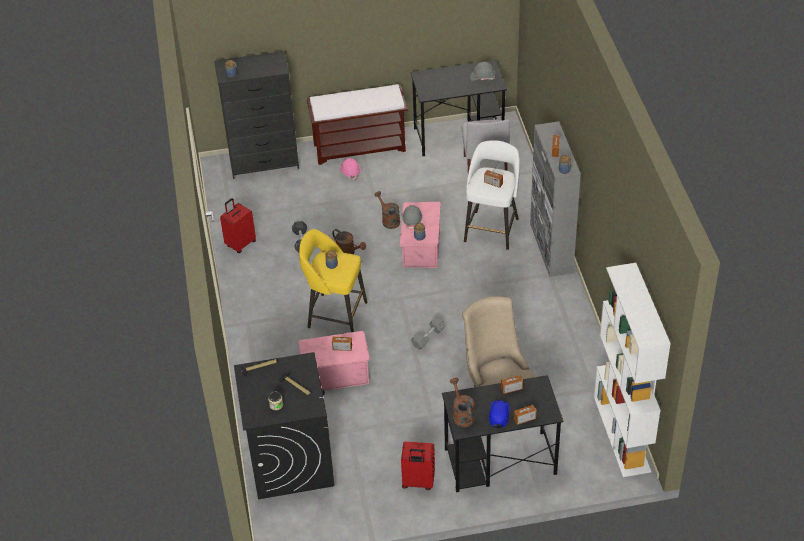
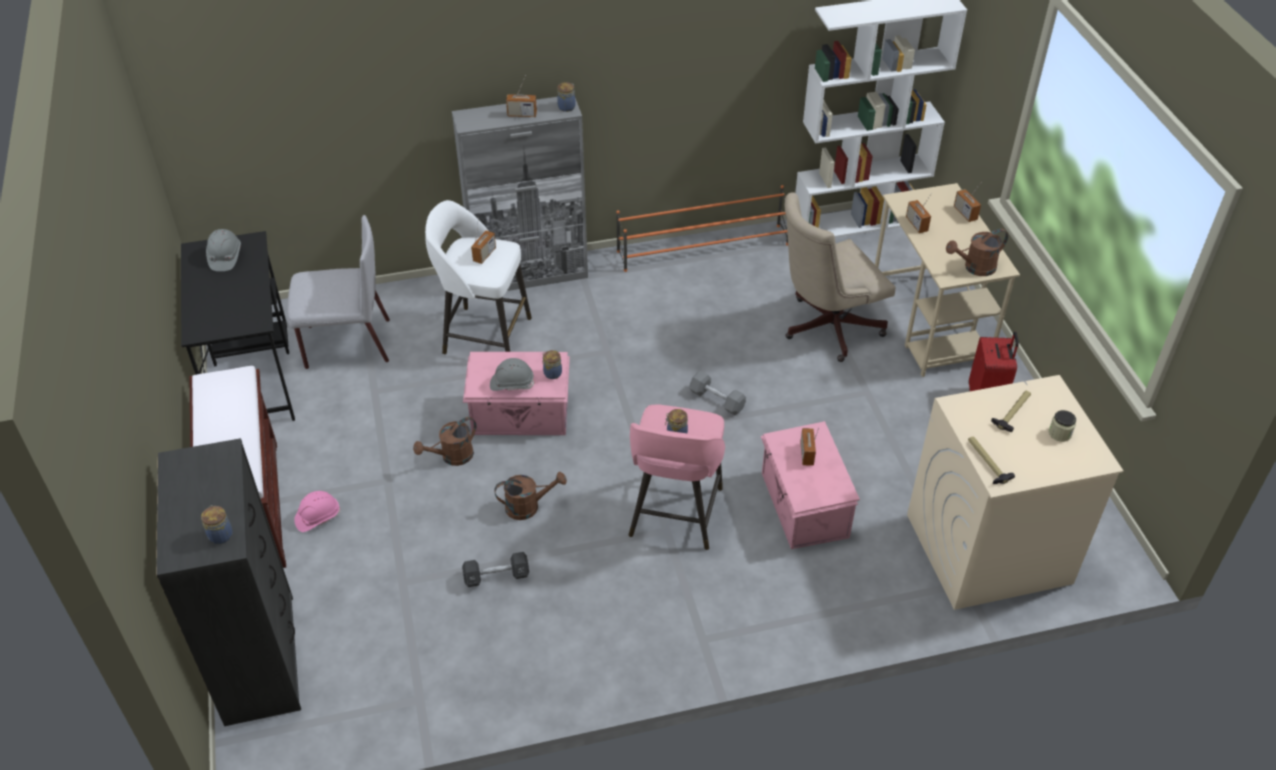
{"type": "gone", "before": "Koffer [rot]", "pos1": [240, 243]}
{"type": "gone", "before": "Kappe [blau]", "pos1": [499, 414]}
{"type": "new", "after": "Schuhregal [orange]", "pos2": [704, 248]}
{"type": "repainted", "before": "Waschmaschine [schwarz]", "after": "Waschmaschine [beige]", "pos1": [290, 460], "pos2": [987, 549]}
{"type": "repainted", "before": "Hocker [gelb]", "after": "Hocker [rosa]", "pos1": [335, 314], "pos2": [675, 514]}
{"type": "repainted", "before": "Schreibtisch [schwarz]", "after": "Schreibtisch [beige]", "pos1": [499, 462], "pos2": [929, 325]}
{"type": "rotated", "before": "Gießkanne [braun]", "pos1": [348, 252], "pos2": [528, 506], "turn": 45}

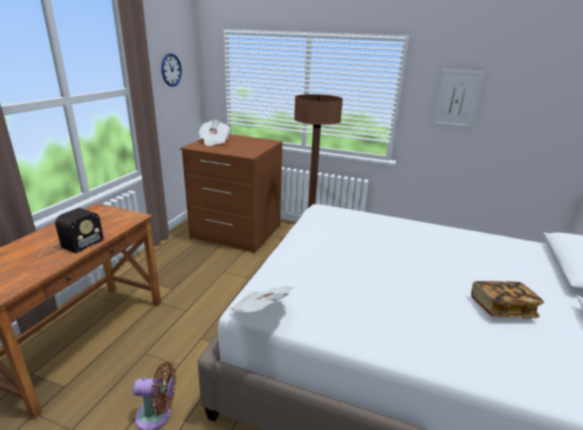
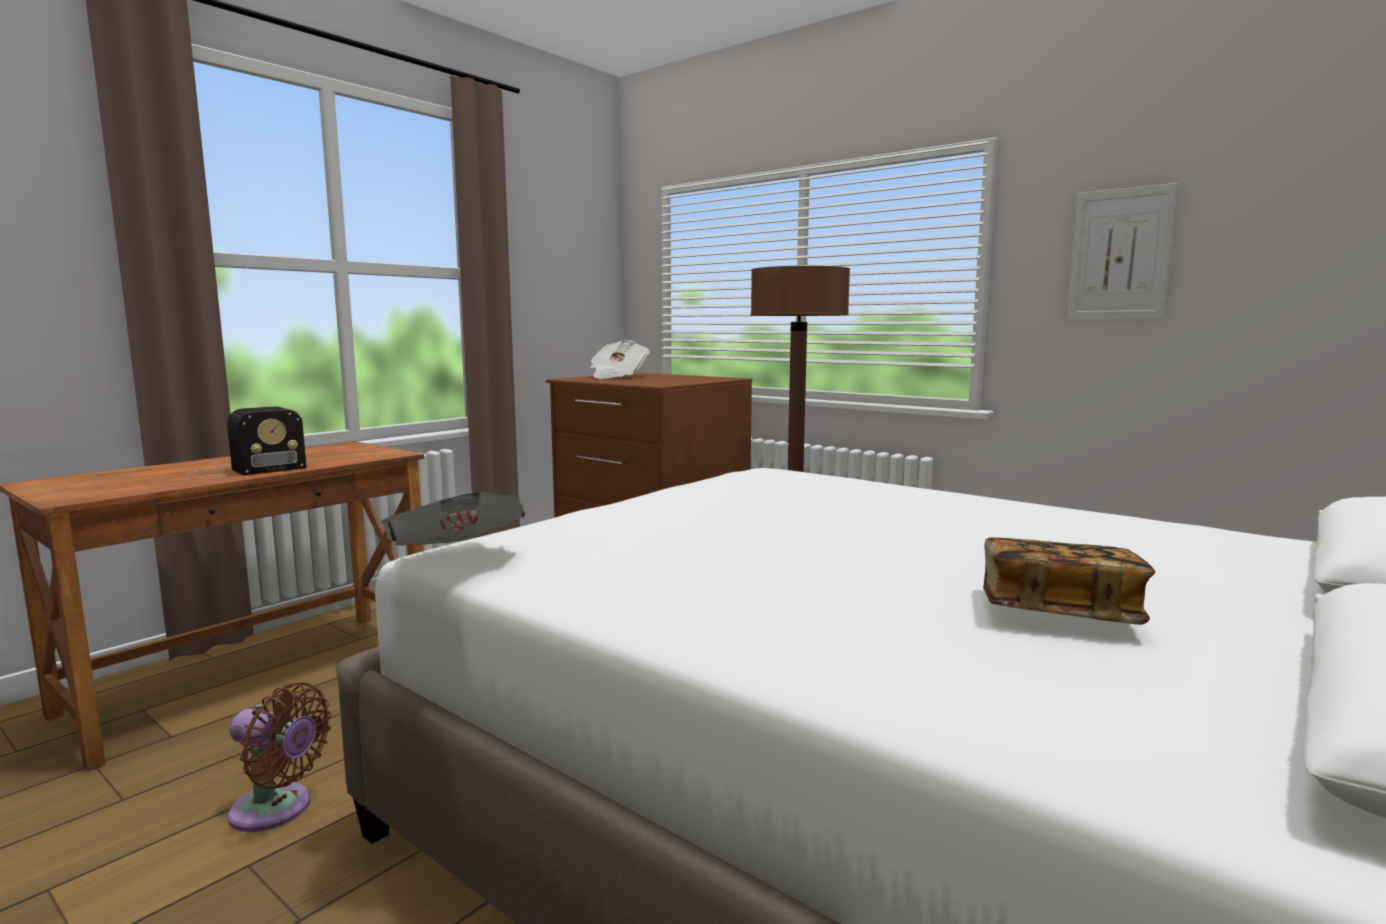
{"type": "gone", "before": "Wanduhr", "pos1": [171, 70]}

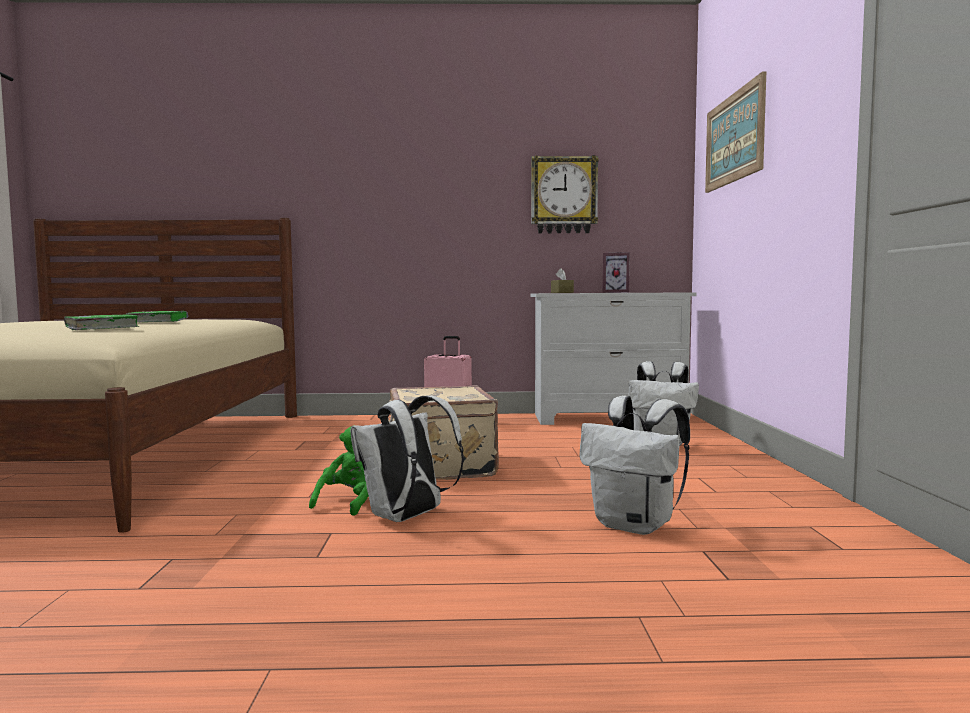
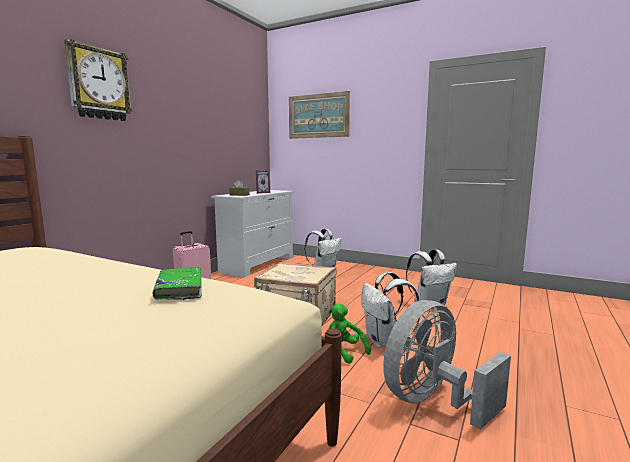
{"type": "gone", "before": "Buch [grün]", "pos1": [158, 322]}
{"type": "new", "after": "Ventilator [grau]", "pos2": [433, 401]}
{"type": "shifted", "before": "Wanduhr", "pos1": [563, 195], "pos2": [98, 84]}

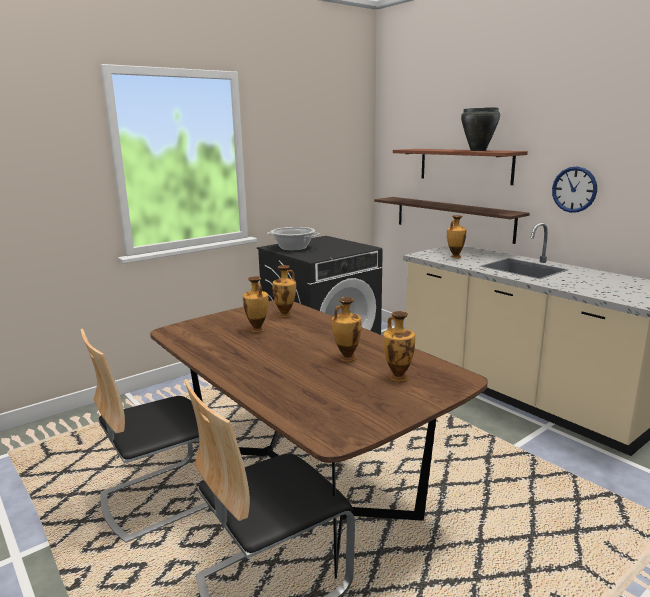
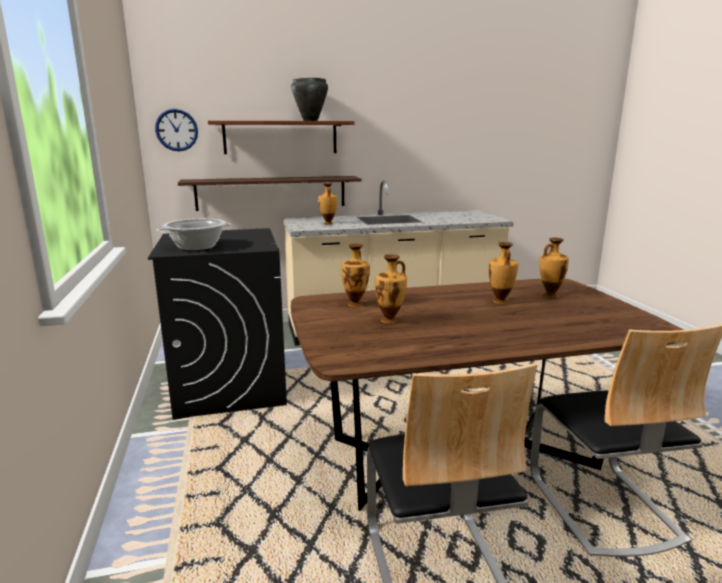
{"type": "shifted", "before": "Wanduhr", "pos1": [574, 189], "pos2": [176, 130]}

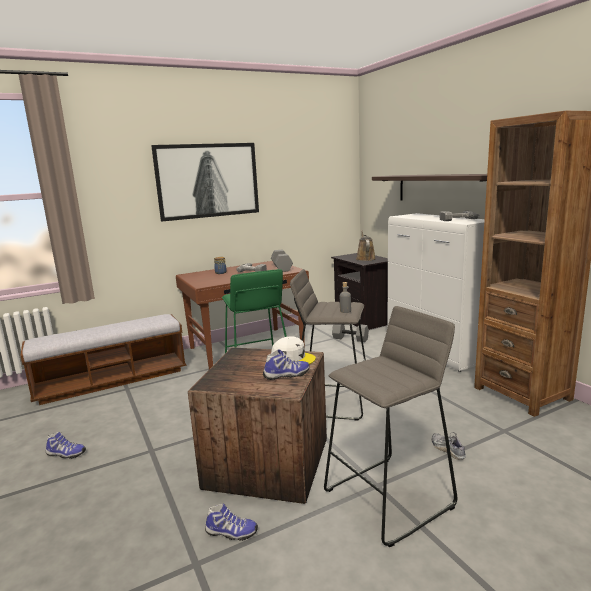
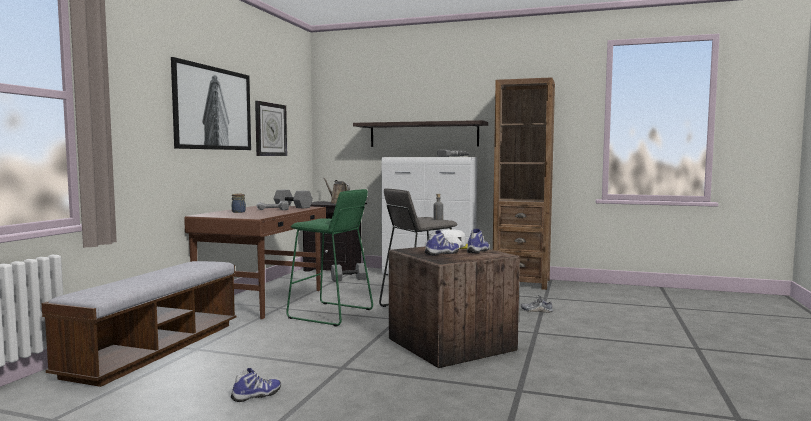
{"type": "gone", "before": "Hocker [grau]", "pos1": [389, 498]}
{"type": "new", "after": "Wanduhr", "pos2": [270, 129]}
{"type": "shifted", "before": "Schuh", "pos1": [231, 533], "pos2": [442, 253]}

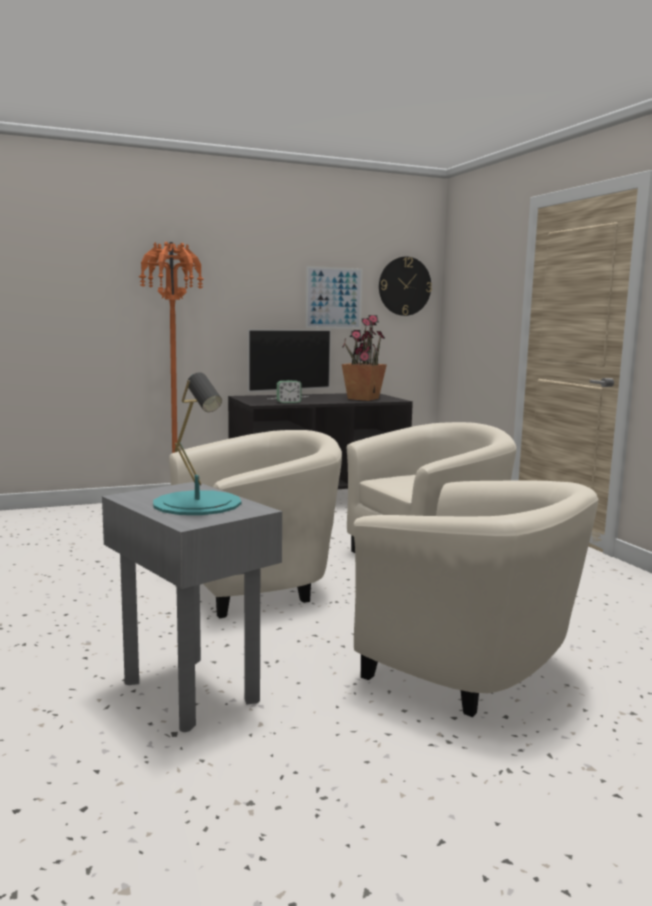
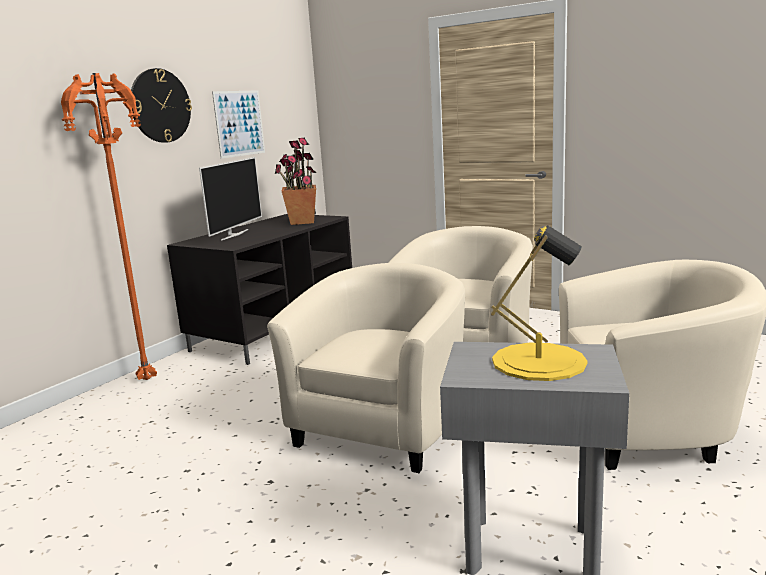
{"type": "gone", "before": "Wecker", "pos1": [288, 402]}
{"type": "shifted", "before": "Wanduhr", "pos1": [404, 286], "pos2": [160, 106]}
{"type": "repainted", "before": "Tischlampe [türkis]", "after": "Tischlampe [gelb]", "pos1": [197, 503], "pos2": [539, 361]}

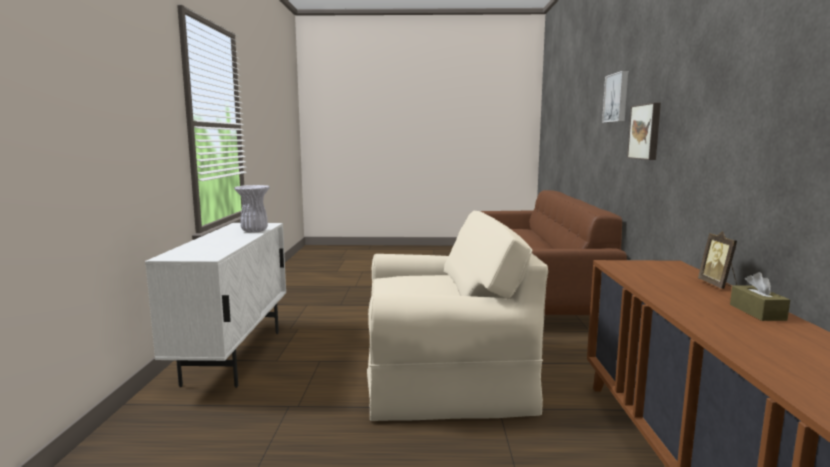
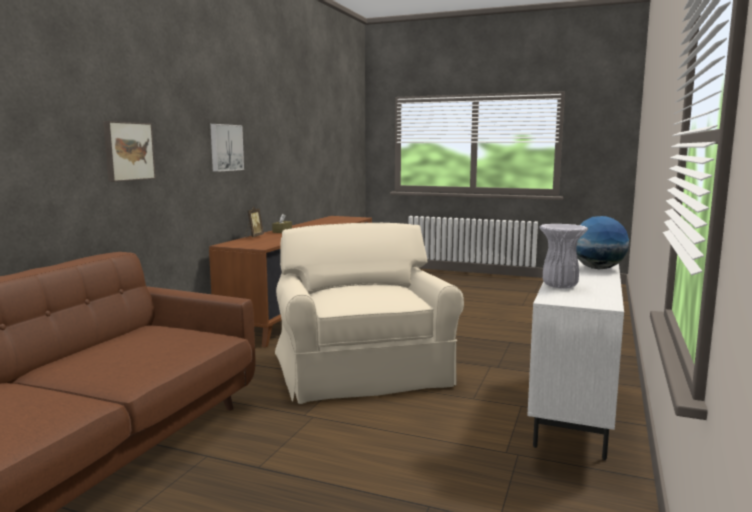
{"type": "new", "after": "Globus", "pos2": [598, 268]}
{"type": "shifted", "before": "Bild", "pos1": [617, 98], "pos2": [225, 147]}
{"type": "rotated", "before": "Sessel [beige]", "pos1": [444, 375], "pos2": [362, 369], "turn": 60}

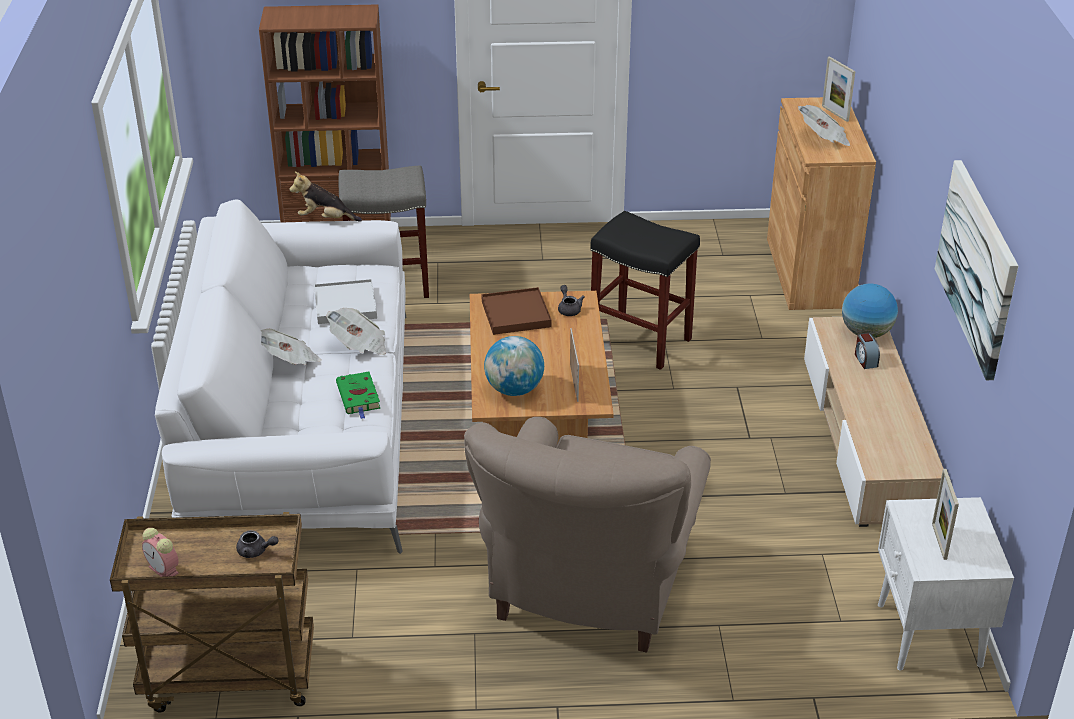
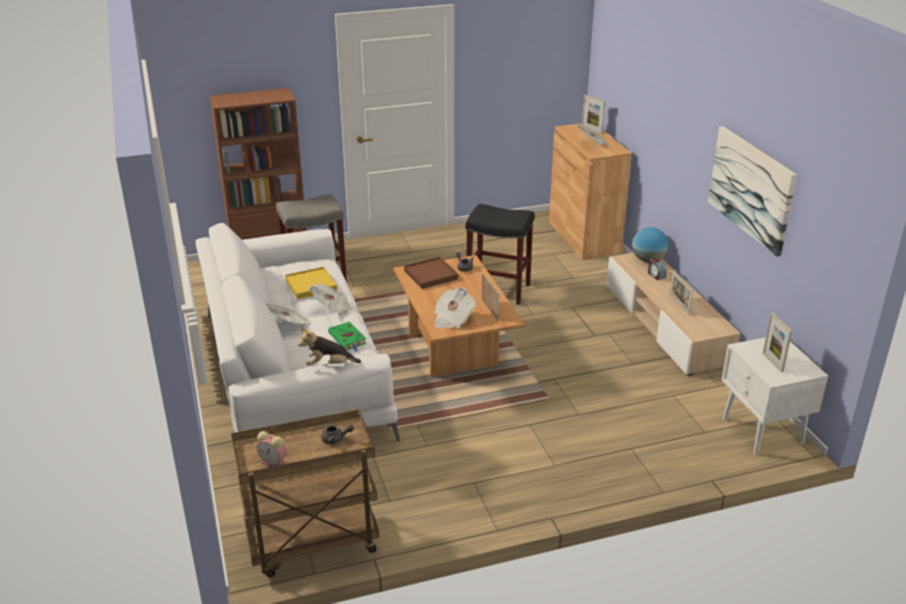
{"type": "gone", "before": "Sessel [beige]", "pos1": [589, 589]}
{"type": "new", "after": "Bilderrahmen", "pos2": [679, 304]}
{"type": "shifted", "before": "Plüschtier", "pos1": [325, 219], "pos2": [329, 365]}
{"type": "swapped", "before": "Globus", "after": "Zeitung", "pos1": [514, 389], "pos2": [452, 319]}
{"type": "repainted", "before": "Tablett [weiß]", "after": "Tablett [gelb]", "pos1": [345, 305], "pos2": [311, 285]}

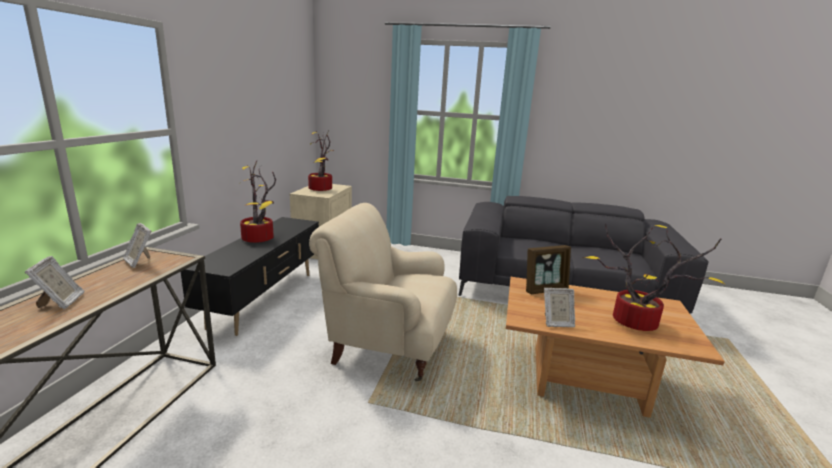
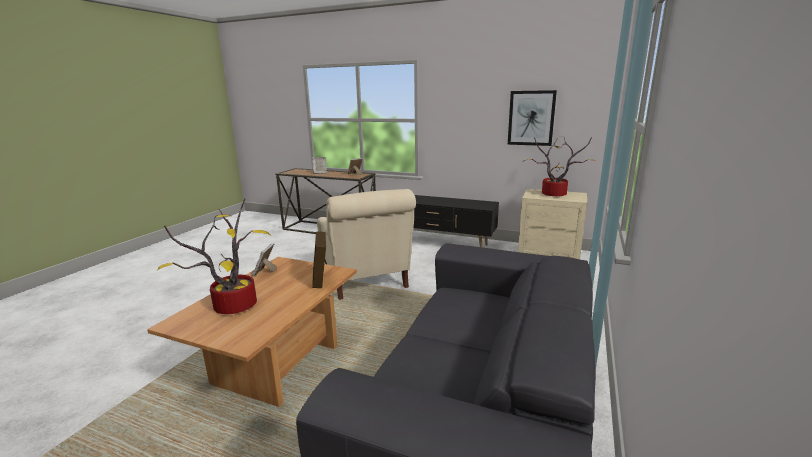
{"type": "gone", "before": "Topfpflanze", "pos1": [260, 239]}
{"type": "new", "after": "Bild", "pos2": [531, 118]}
{"type": "rotated", "before": "Sessel [beige]", "pos1": [388, 346], "pos2": [366, 280], "turn": 135}

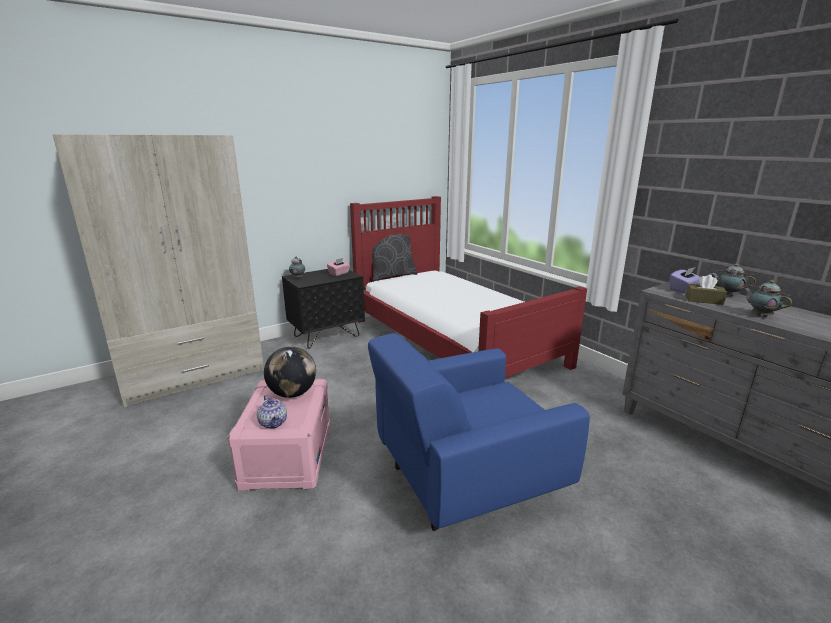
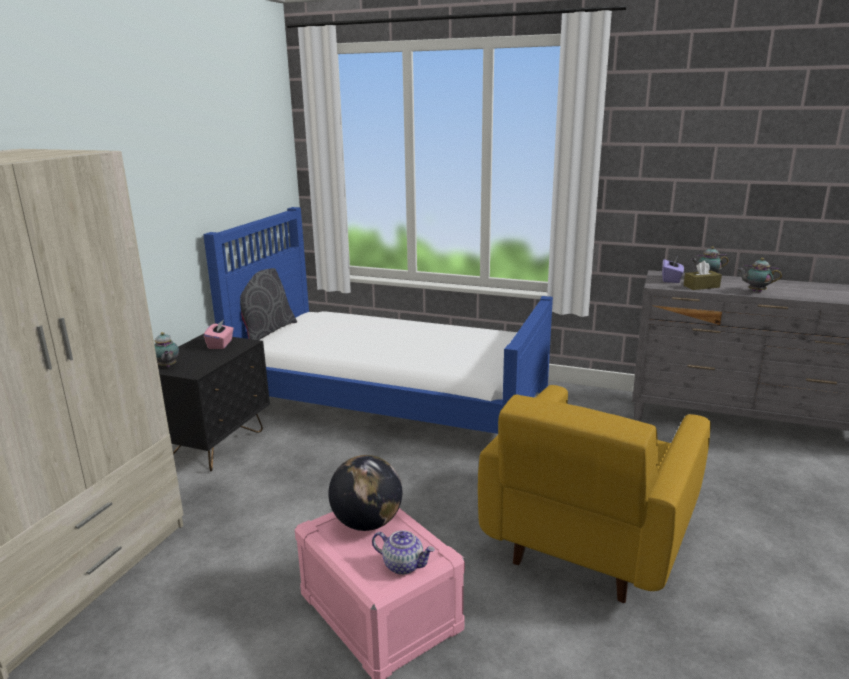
{"type": "repainted", "before": "Bett [rot]", "after": "Bett [blau]", "pos1": [452, 341], "pos2": [390, 400]}
{"type": "repainted", "before": "Sessel [blau]", "after": "Sessel [gelb]", "pos1": [465, 478], "pos2": [588, 540]}

